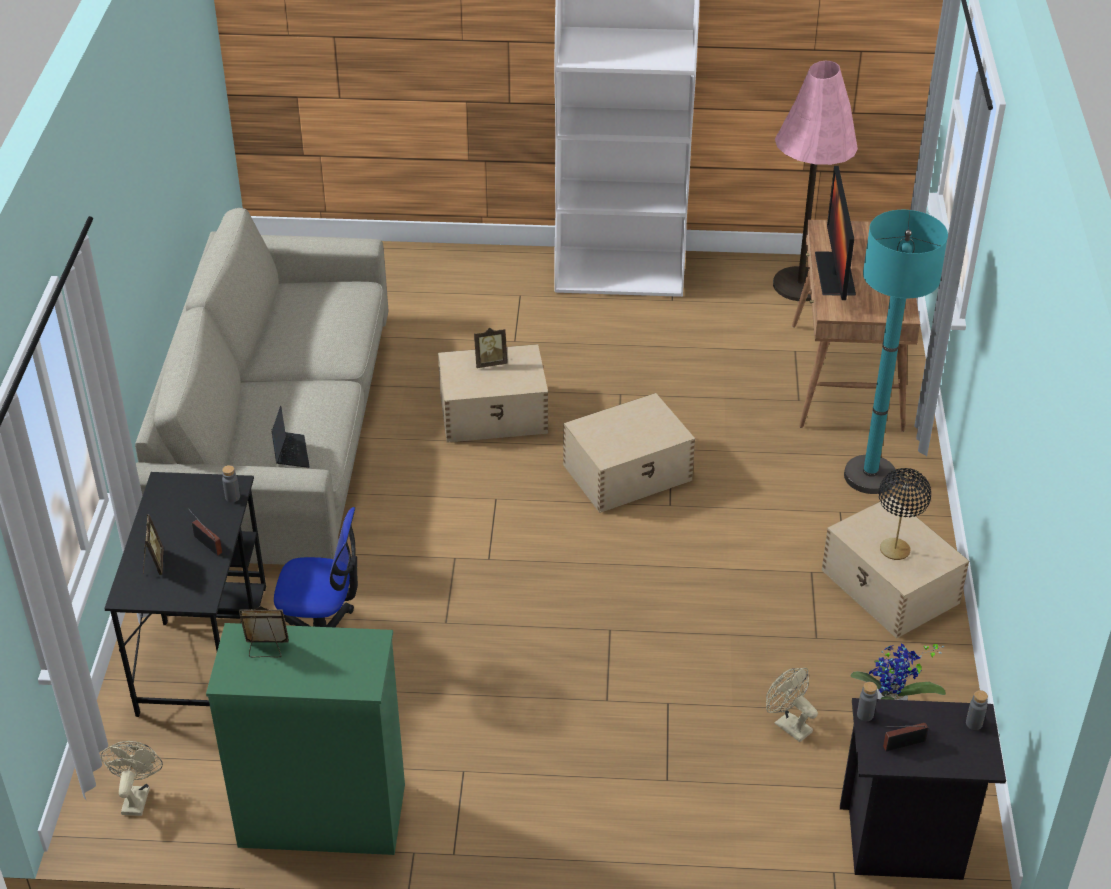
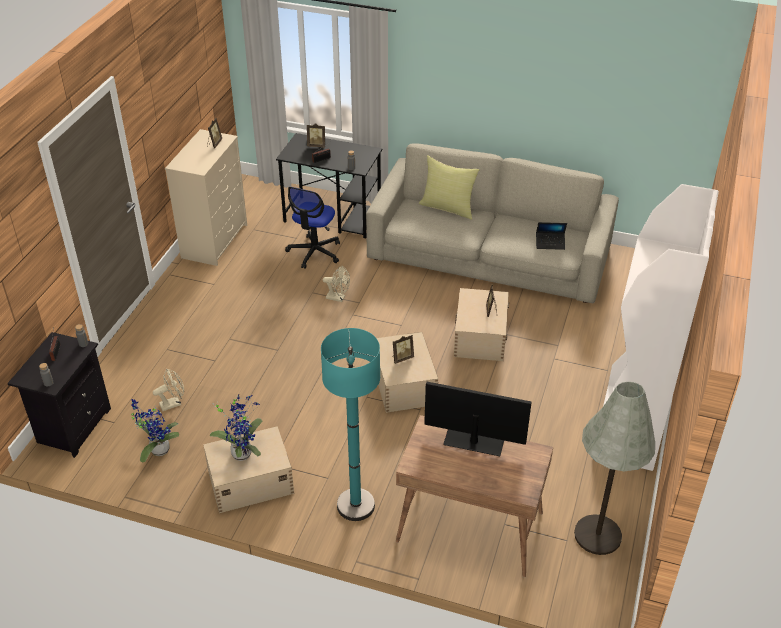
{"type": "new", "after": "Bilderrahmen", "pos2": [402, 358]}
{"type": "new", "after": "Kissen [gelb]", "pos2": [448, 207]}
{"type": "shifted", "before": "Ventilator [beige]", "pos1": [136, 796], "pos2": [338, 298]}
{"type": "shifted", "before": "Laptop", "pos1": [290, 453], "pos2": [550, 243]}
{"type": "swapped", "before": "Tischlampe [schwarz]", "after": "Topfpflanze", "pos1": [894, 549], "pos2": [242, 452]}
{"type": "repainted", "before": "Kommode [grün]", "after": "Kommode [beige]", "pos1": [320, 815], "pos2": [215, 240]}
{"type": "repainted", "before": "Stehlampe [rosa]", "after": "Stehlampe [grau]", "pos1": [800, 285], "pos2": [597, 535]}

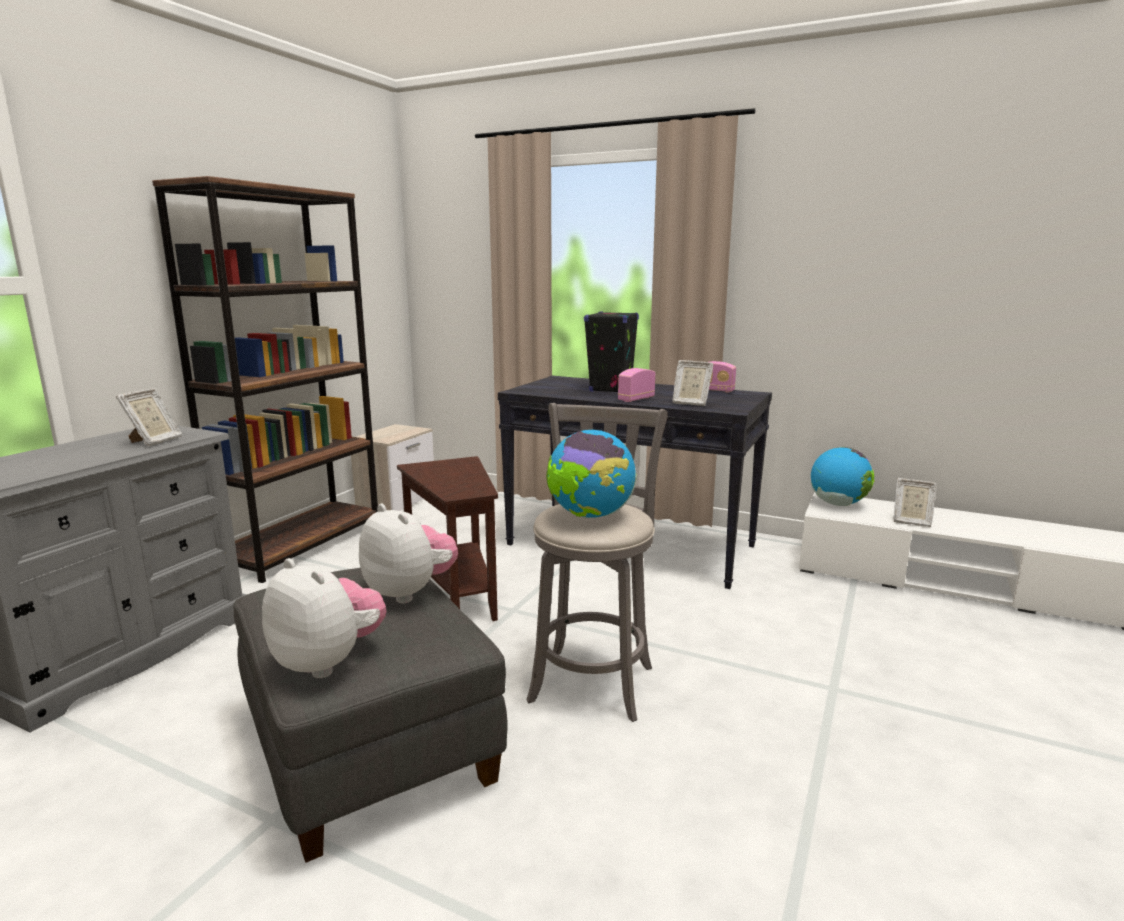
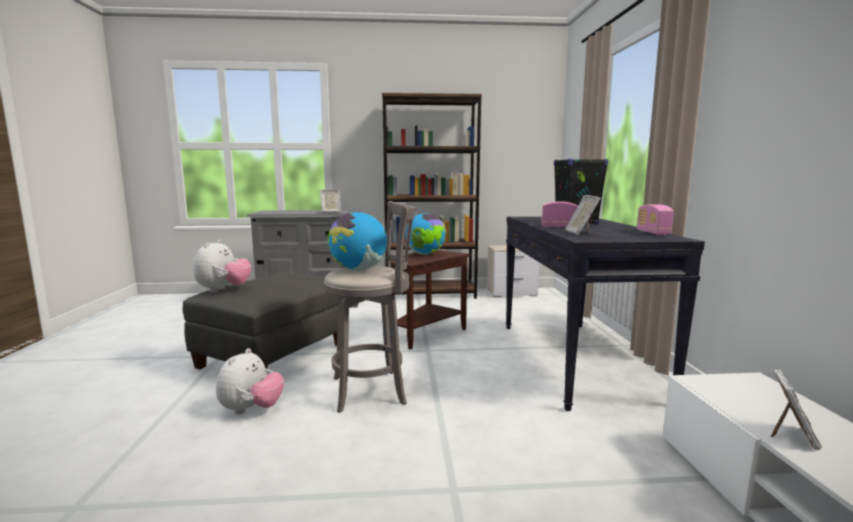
{"type": "shifted", "before": "Plüschtier", "pos1": [409, 592], "pos2": [251, 409]}
{"type": "shifted", "before": "Globus", "pos1": [838, 504], "pos2": [425, 254]}
{"type": "rotated", "before": "Bilderrahmen", "pos1": [911, 521], "pos2": [791, 436], "turn": -150}

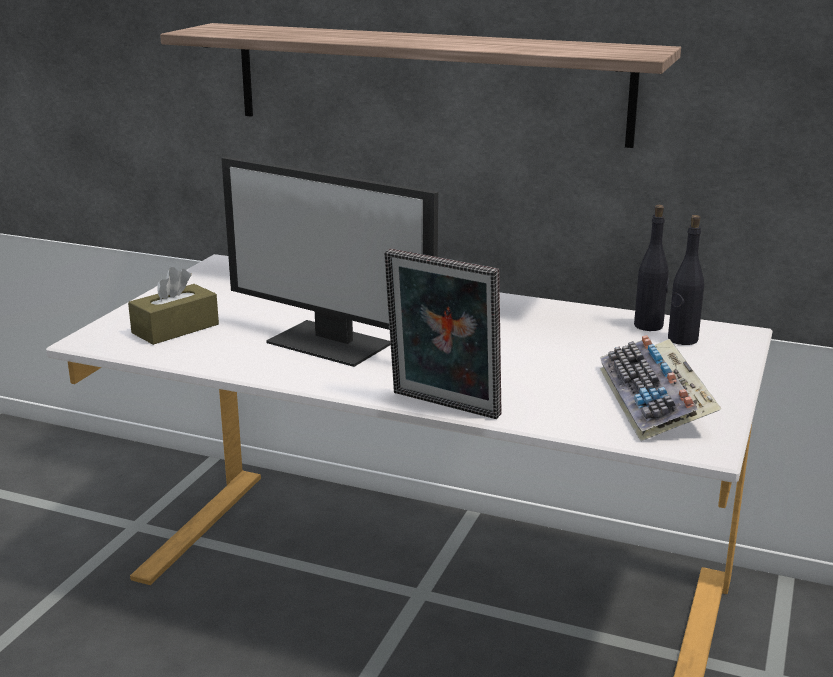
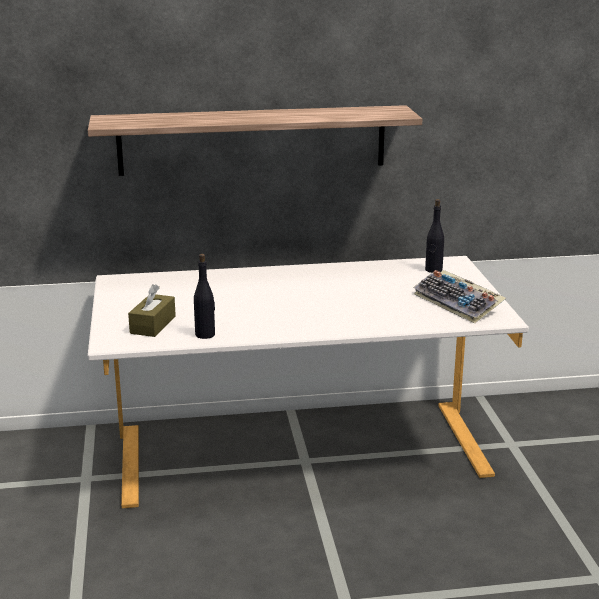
{"type": "gone", "before": "Monitor", "pos1": [332, 343]}
{"type": "gone", "before": "Bilderrahmen", "pos1": [442, 407]}
{"type": "shifted", "before": "Flasche [schwarz]", "pos1": [649, 326], "pos2": [205, 334]}

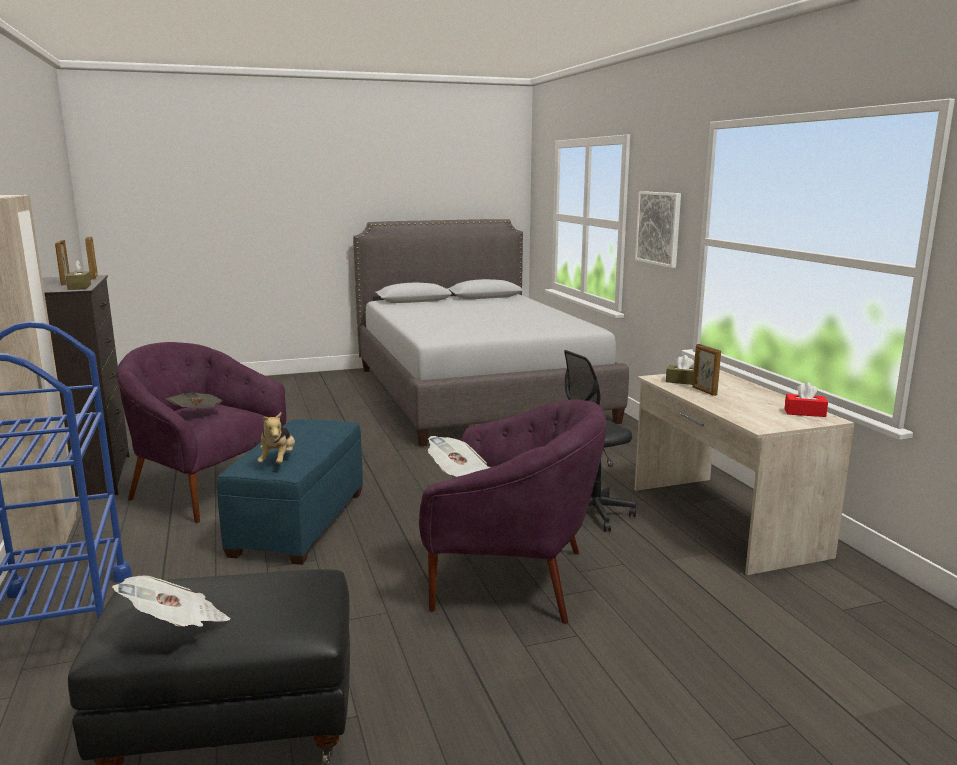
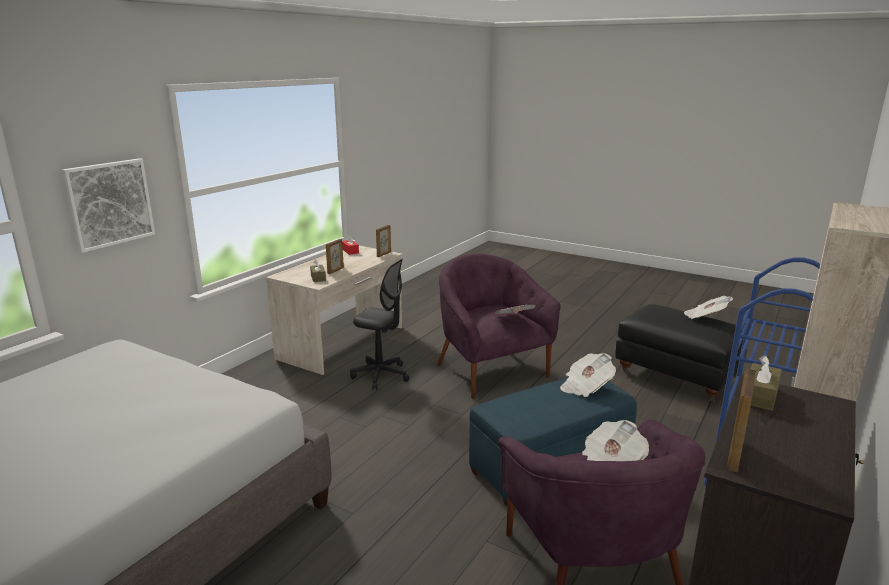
{"type": "shifted", "before": "Bilderrahmen", "pos1": [65, 283], "pos2": [384, 254]}
{"type": "swapped", "before": "Plüschtier", "after": "Zeitung", "pos1": [278, 461], "pos2": [585, 387]}

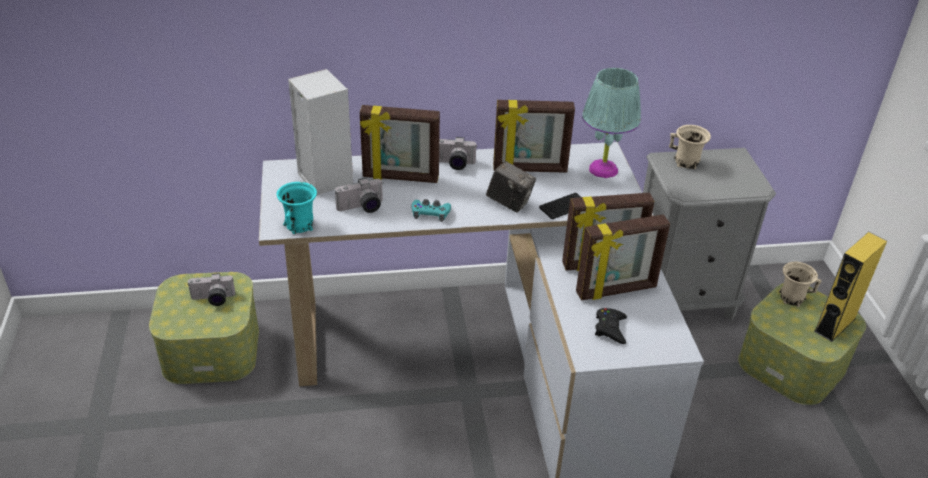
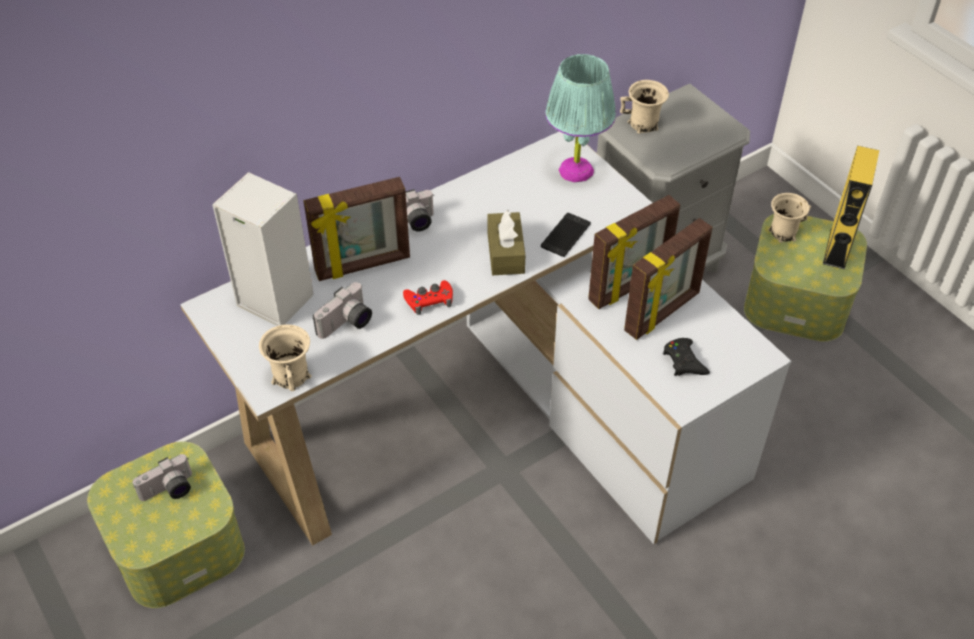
{"type": "gone", "before": "Bilderrahmen", "pos1": [530, 169]}
{"type": "swapped", "before": "Kamera", "after": "Taschentuchbox [braun]", "pos1": [509, 203], "pos2": [505, 252]}
{"type": "repainted", "before": "Henkelbecher [türkis]", "after": "Henkelbecher [beige]", "pos1": [300, 225], "pos2": [291, 375]}
{"type": "repainted", "before": "Gamepad [türkis]", "after": "Gamepad [rot]", "pos1": [430, 213], "pos2": [429, 300]}

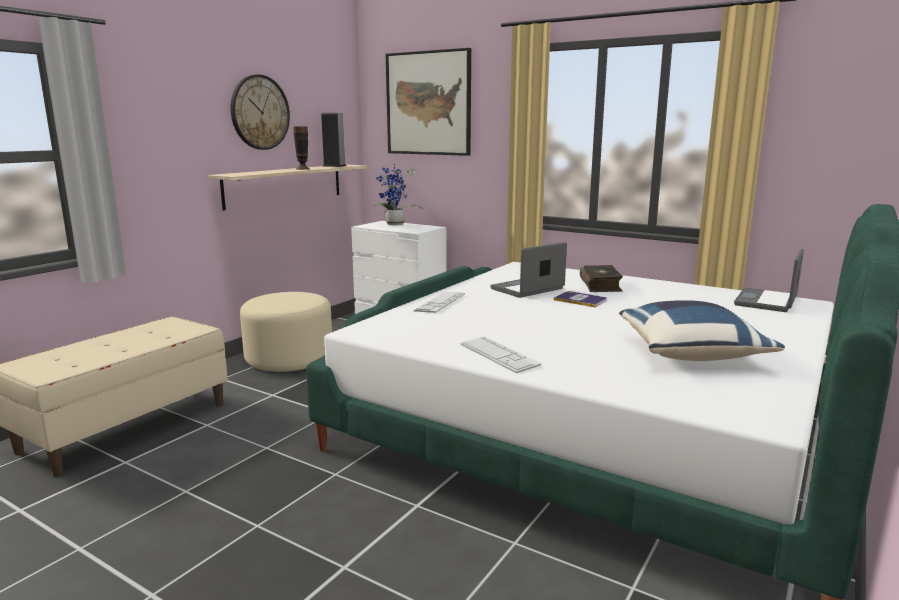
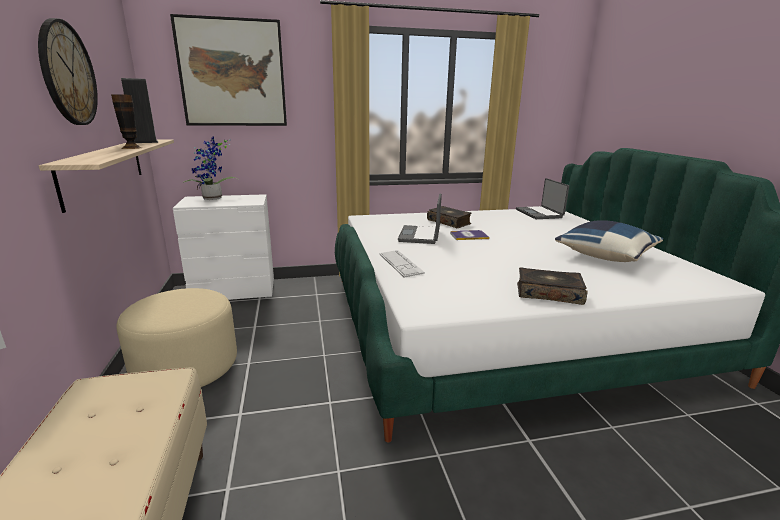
{"type": "swapped", "before": "Tastatur", "after": "Buch", "pos1": [498, 355], "pos2": [548, 293]}

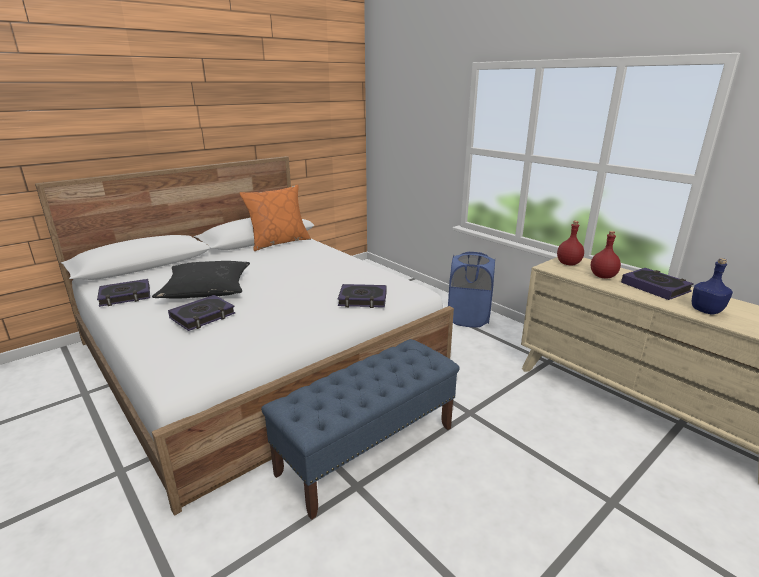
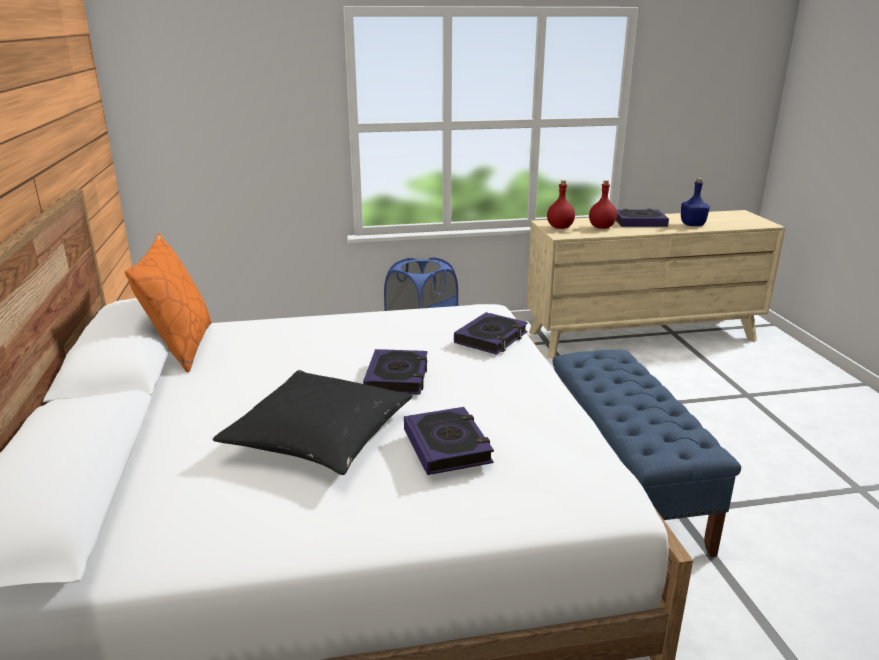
{"type": "shifted", "before": "Buch", "pos1": [125, 296], "pos2": [397, 377]}

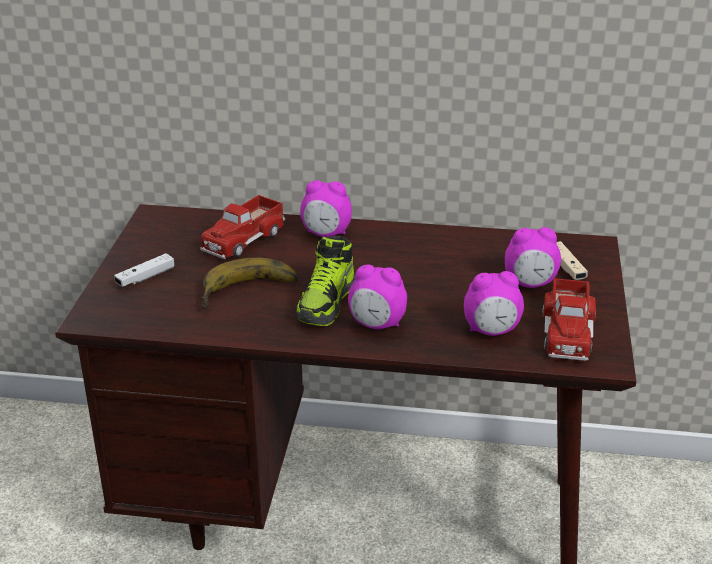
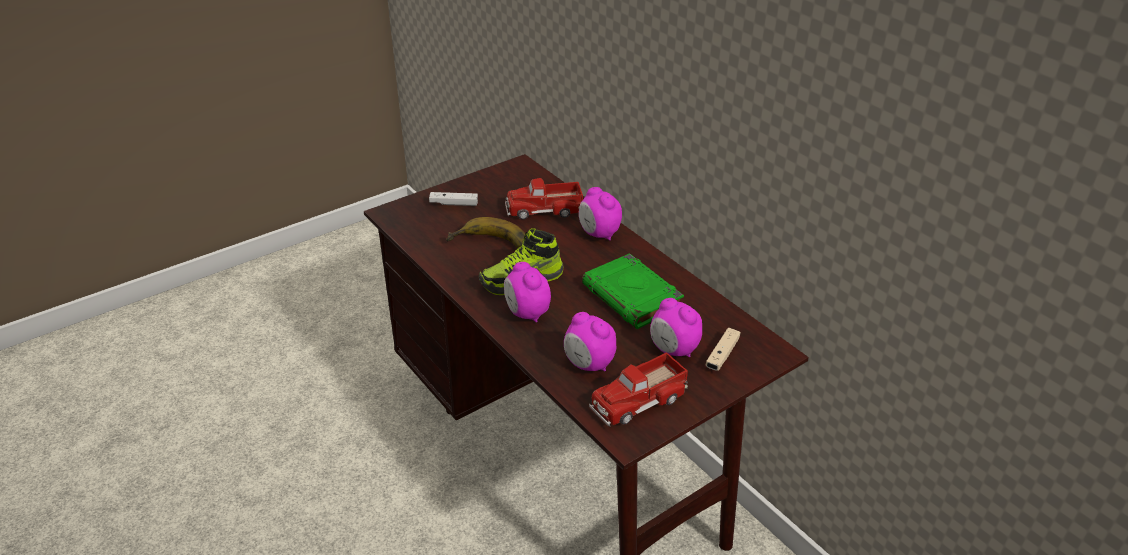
{"type": "new", "after": "Buch [grün]", "pos2": [632, 297]}

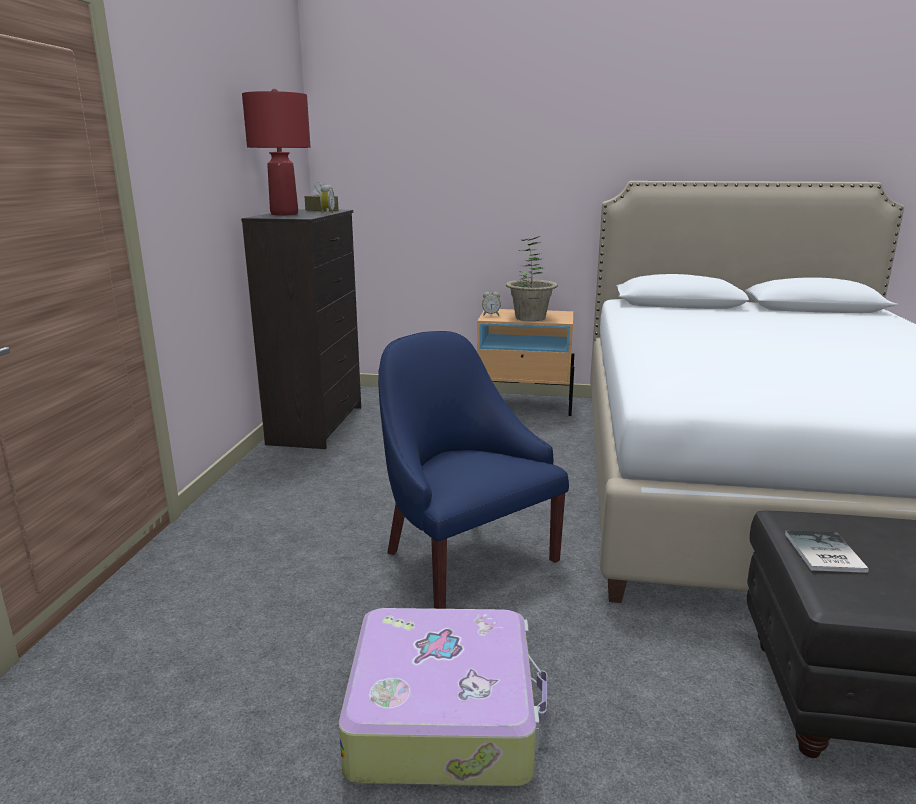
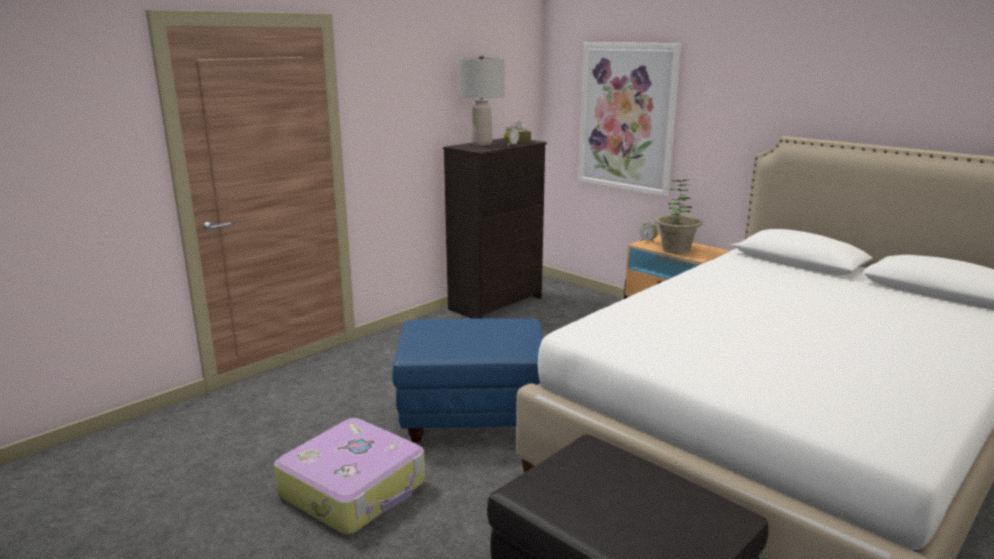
{"type": "gone", "before": "Buch", "pos1": [823, 553]}
{"type": "new", "after": "Bild", "pos2": [627, 117]}
{"type": "swapped", "before": "Sessel [blau]", "after": "Polsterhocker [blau]", "pos1": [463, 558], "pos2": [473, 417]}
{"type": "repainted", "before": "Tischlampe [rot]", "after": "Tischlampe [grau]", "pos1": [284, 214], "pos2": [481, 144]}

